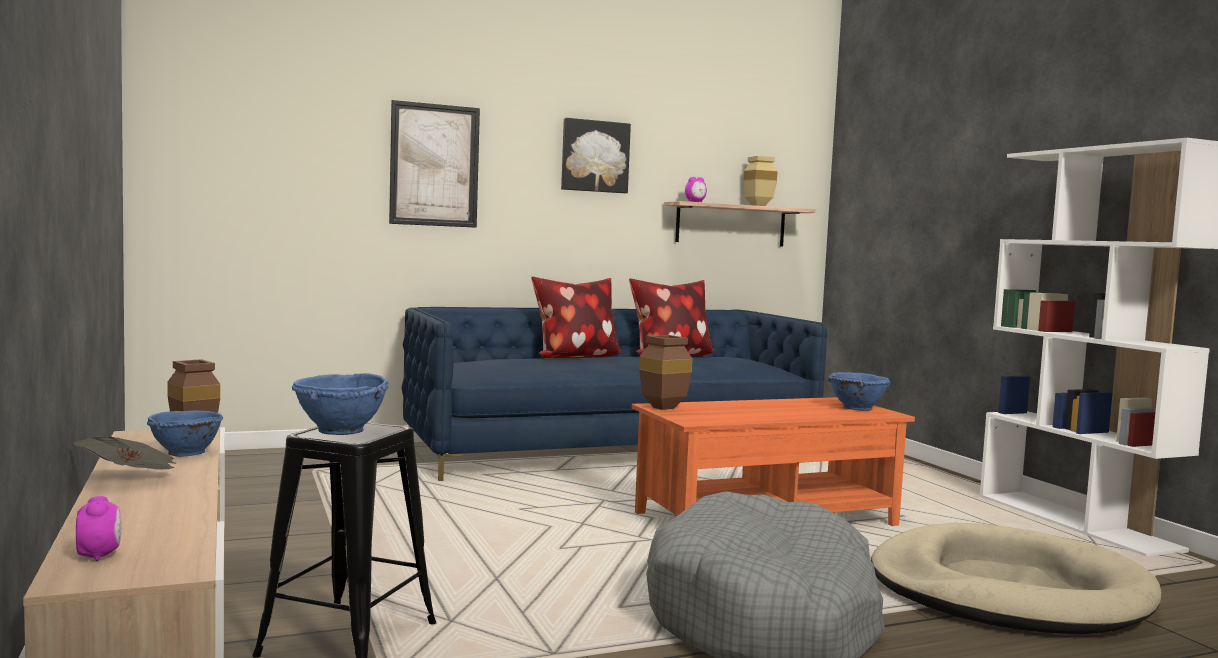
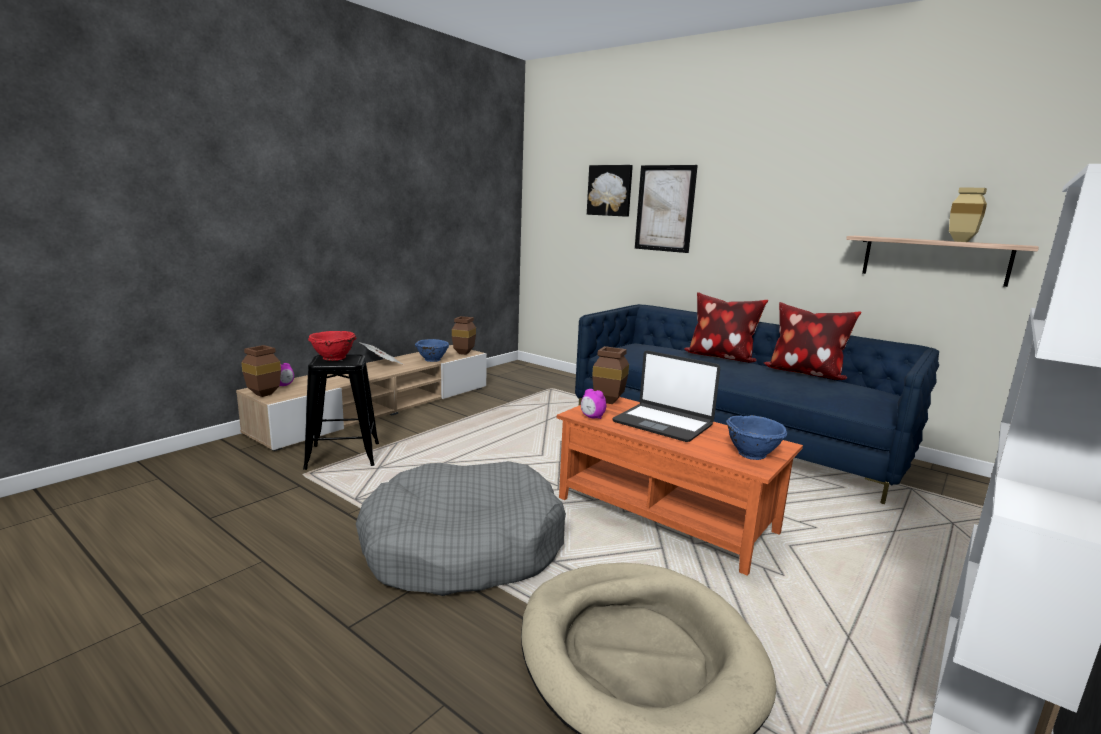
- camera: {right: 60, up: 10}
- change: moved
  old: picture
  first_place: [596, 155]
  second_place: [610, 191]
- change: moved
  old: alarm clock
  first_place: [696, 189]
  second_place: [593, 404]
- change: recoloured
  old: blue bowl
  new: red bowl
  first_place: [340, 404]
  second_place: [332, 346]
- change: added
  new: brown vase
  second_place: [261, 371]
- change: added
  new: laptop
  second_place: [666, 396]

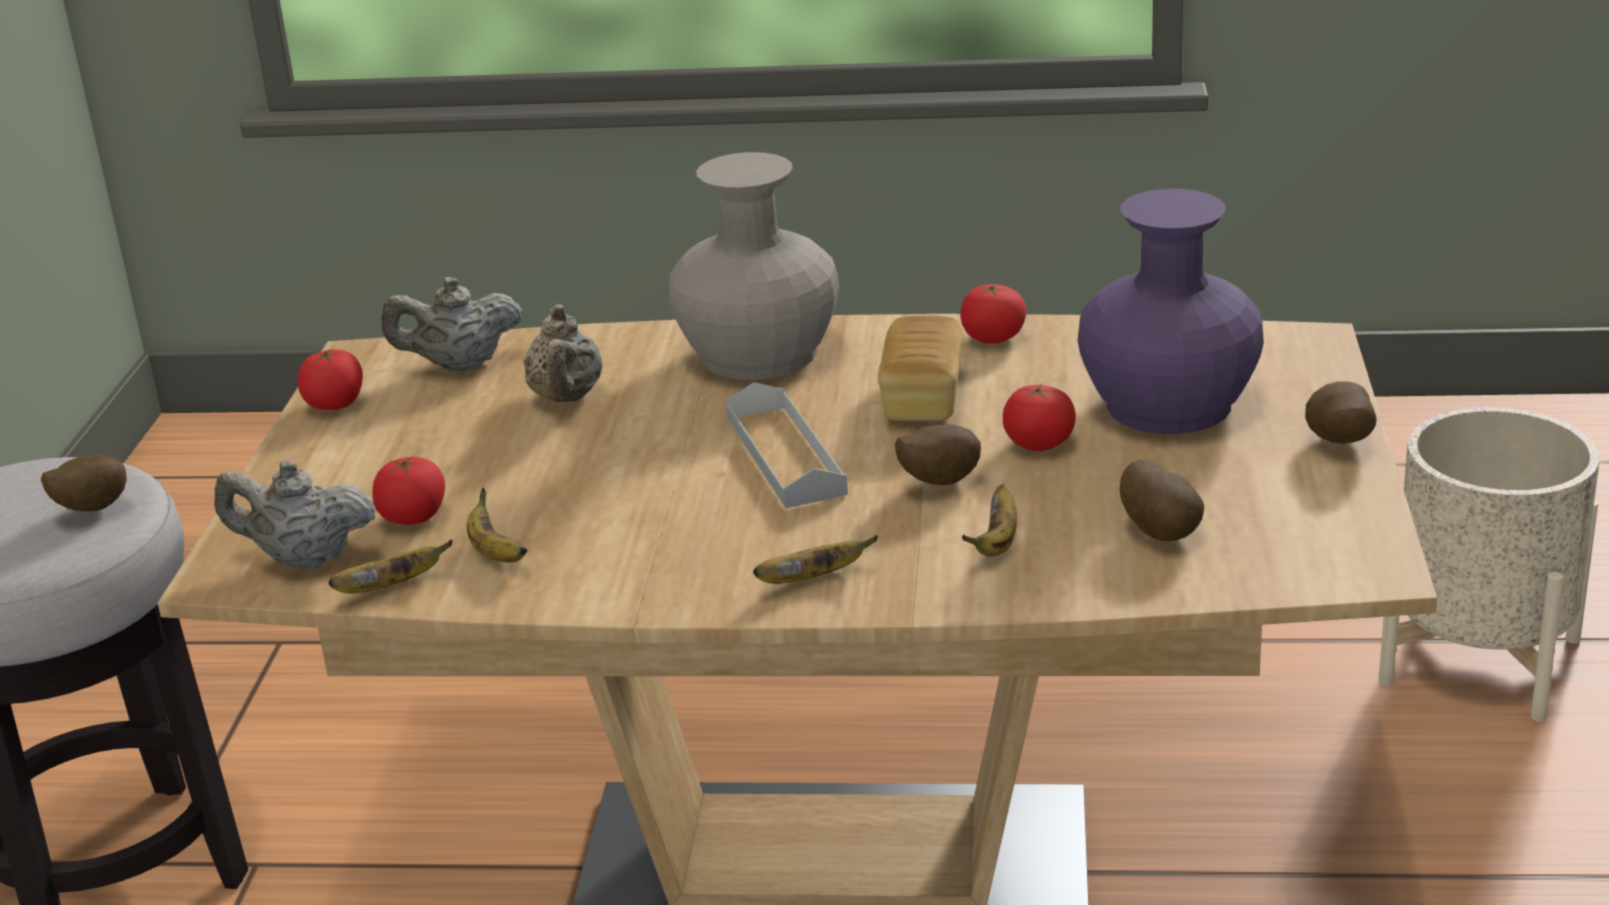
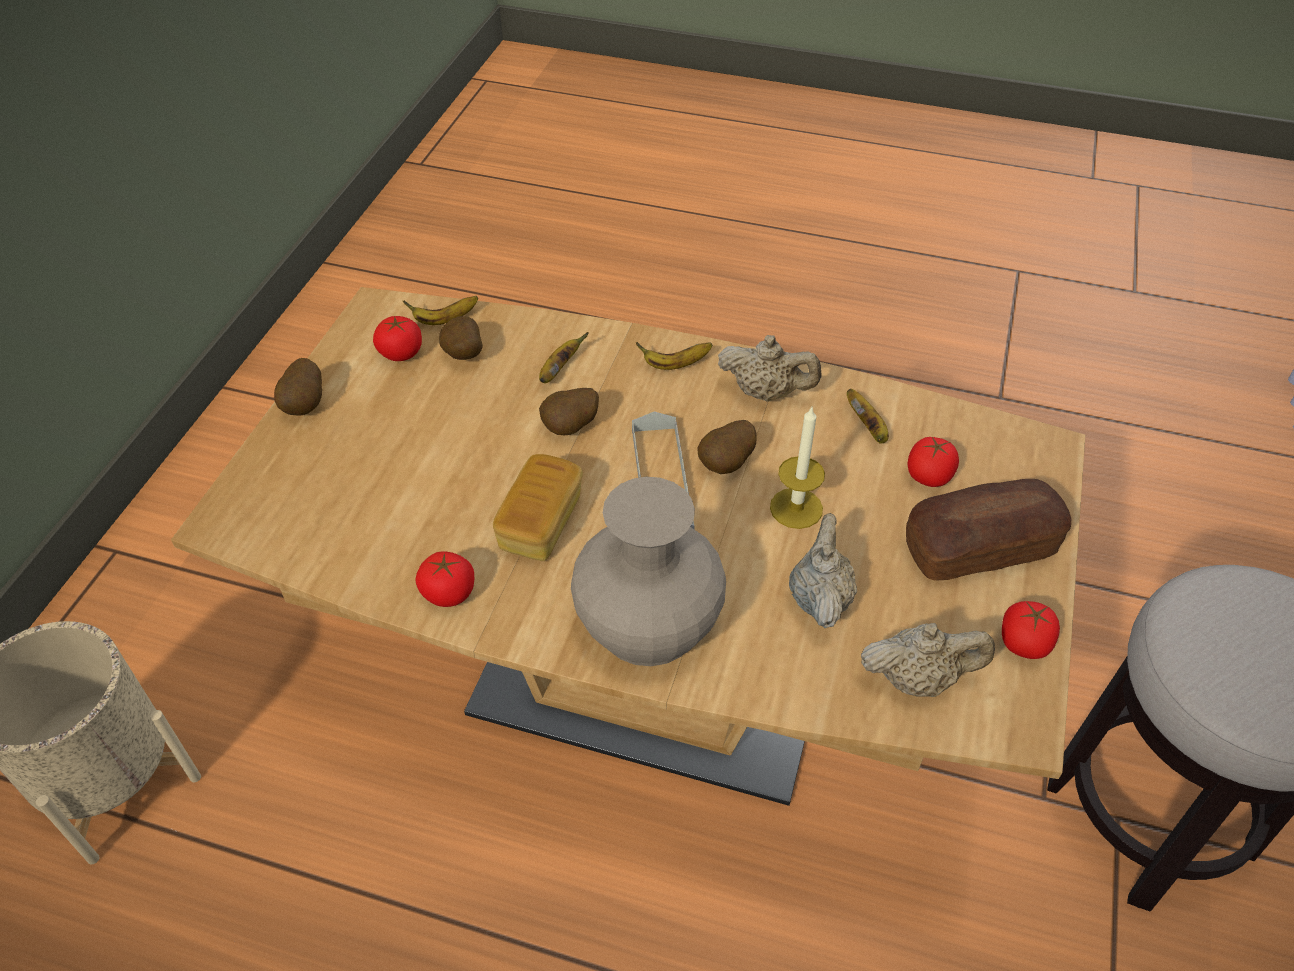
- camera: {right: -170, up: 20}
- change: removed
  old: purple vase
  first_place: [1171, 311]
- change: moved
  old: tomato
  first_place: [1039, 417]
  second_place: [397, 338]
- change: moved
  old: potato
  first_place: [84, 482]
  second_place: [727, 447]
- change: moved
  old: beige teapot
  first_place: [295, 514]
  second_place: [770, 368]
- change: moved
  old: banana
  first_place: [391, 567]
  second_place: [440, 310]
- change: added
  new: candle
  second_place: [797, 468]
- change: added
  new: bread
  second_place: [988, 530]

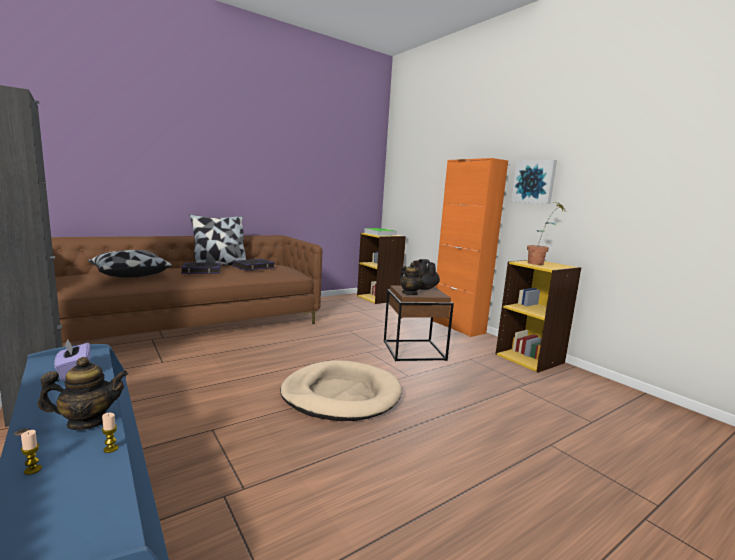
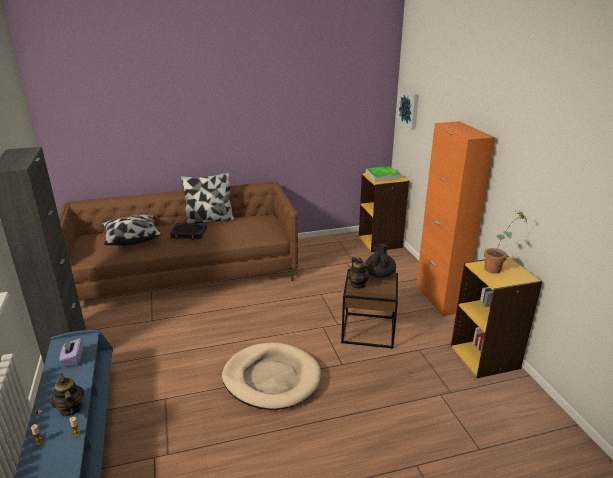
- camera: {right: 20, up: 15}
- change: moved
  old: picture
  first_place: [534, 182]
  second_place: [408, 109]
- change: removed
  old: book
  first_place: [254, 265]
- change: turned
  old: teapot
  first_place: [82, 393]
  second_place: [67, 395]
  degrees: -120

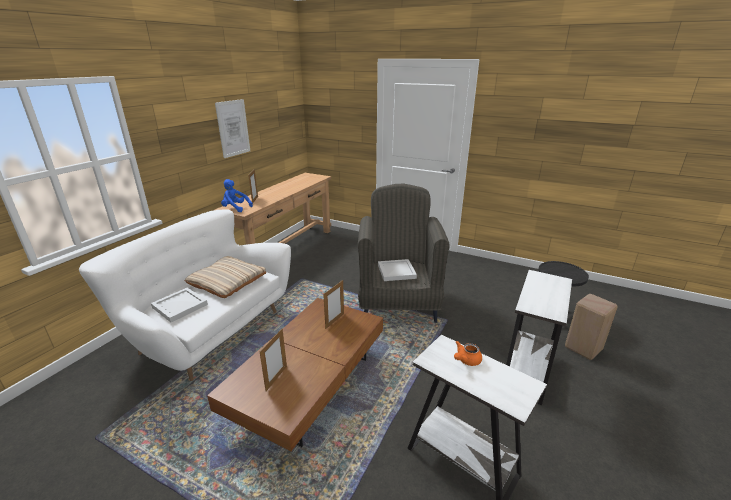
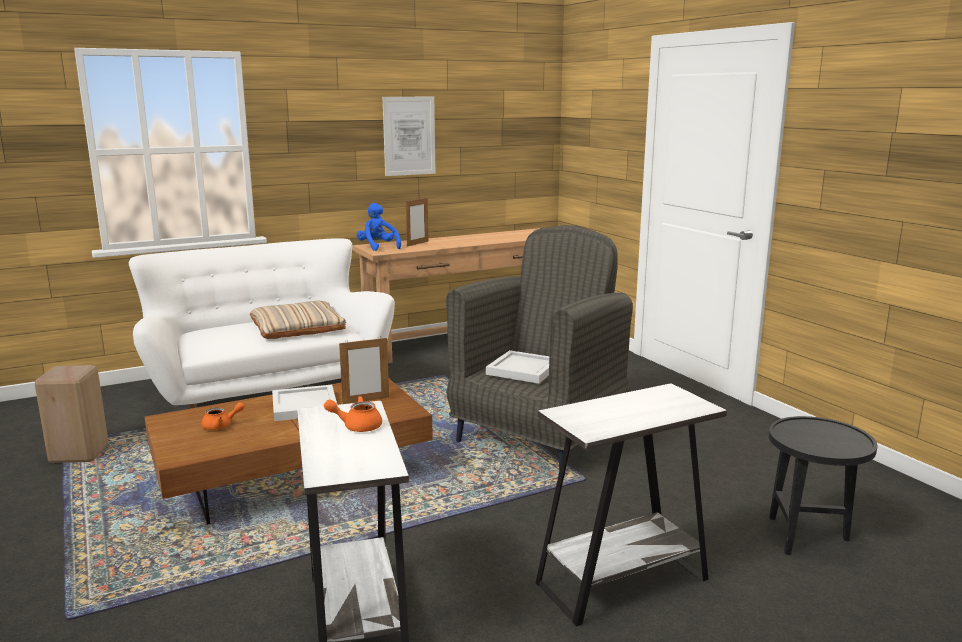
- camera: {right: 35, up: -10}
- change: moved
  old: white tray
  first_place: [179, 305]
  second_place: [304, 403]
- change: moved
  old: beige stool
  first_place: [591, 327]
  second_place: [71, 414]
- change: replaced
  old: picture frame
  new: orange teapot
  first_place: [273, 360]
  second_place: [223, 416]

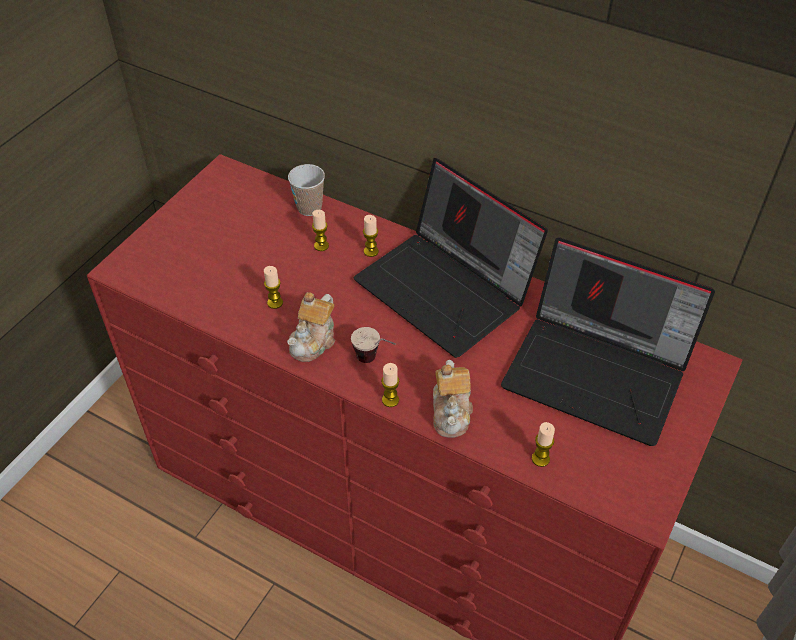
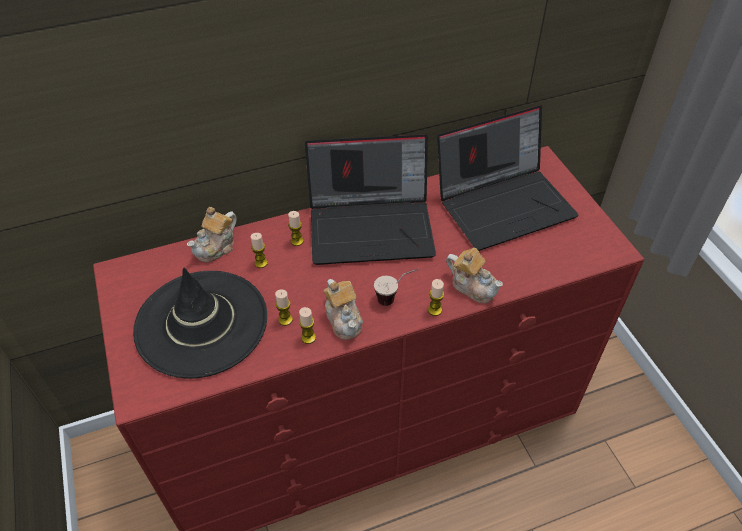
- camera: {right: -50, up: 0}
- change: replaced
  old: cup
  new: teapot
  first_place: [306, 190]
  second_place: [212, 234]
- change: moved
  old: candle
  first_place: [543, 444]
  second_place: [307, 325]
- change: added
  new: black hat
  second_place: [200, 322]

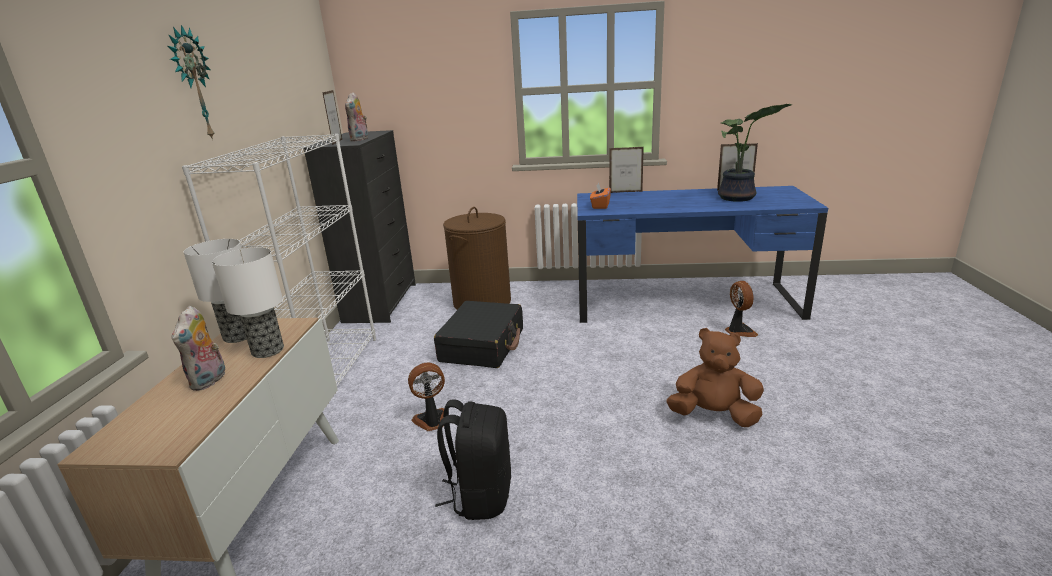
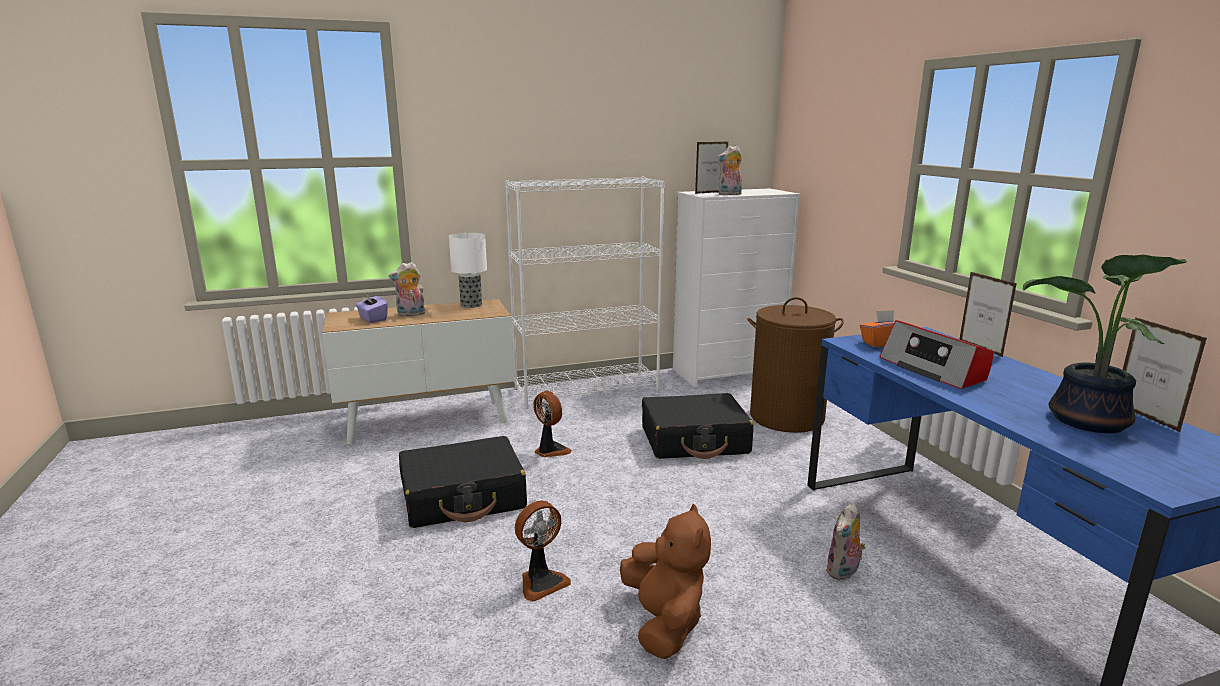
- camera: {right: 65, up: -5}
- change: removed
  old: wall clock
  first_place: [191, 82]
- change: recoloured
  old: black dresser
  new: white dresser
  first_place: [360, 226]
  second_place: [737, 287]
- change: removed
  old: table lamp
  first_place: [248, 302]
- change: moved
  old: fan
  first_place: [741, 309]
  second_place: [543, 551]
- change: replaced
  old: black backpack
  new: black suitcase
  first_place: [473, 459]
  second_place: [463, 482]
- change: added
  new: purple tissue box
  second_place: [372, 308]
- change: added
  new: radio
  second_place: [936, 354]
- change: added
  new: plush toy
  second_place: [845, 541]

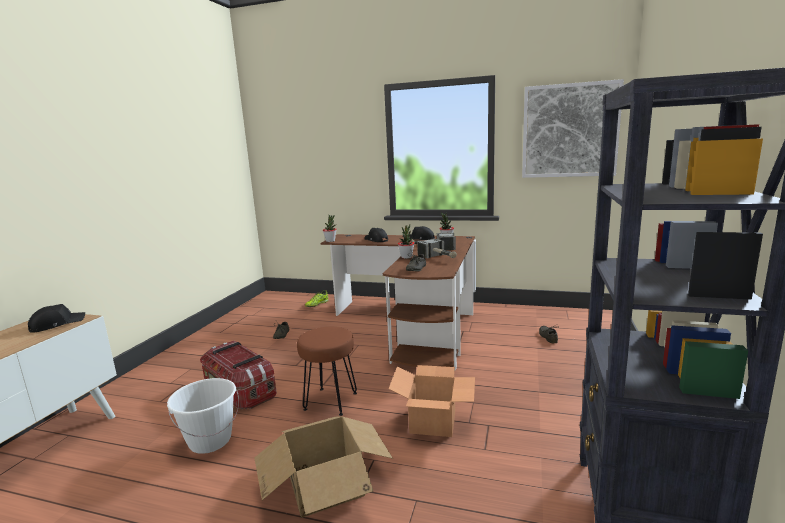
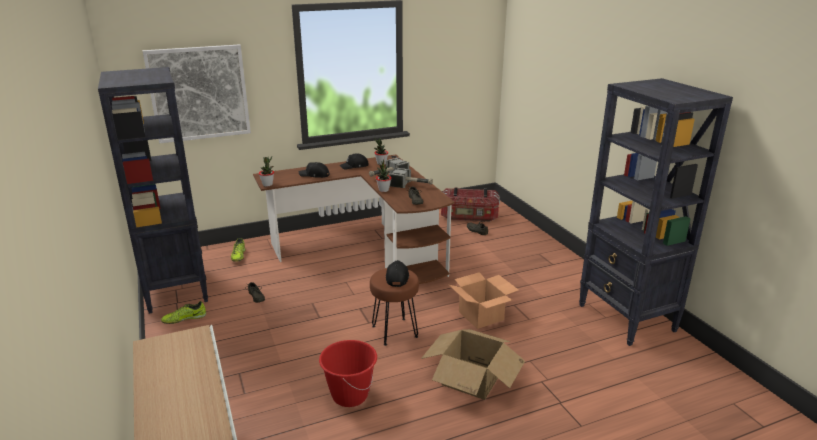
- camera: {right: -40, up: 10}
- change: moved
  old: picture
  first_place: [573, 128]
  second_place: [197, 93]
- change: moved
  old: black cap
  first_place: [56, 318]
  second_place: [397, 273]
- change: moved
  old: storage box
  first_place: [238, 374]
  second_place: [470, 204]
- change: recoloured
  old: white bucket
  new: red bucket
  first_place: [203, 416]
  second_place: [348, 373]
- change: added
  new: black bookcase
  second_place: [153, 190]
- change: added
  new: shoe
  second_place: [183, 312]

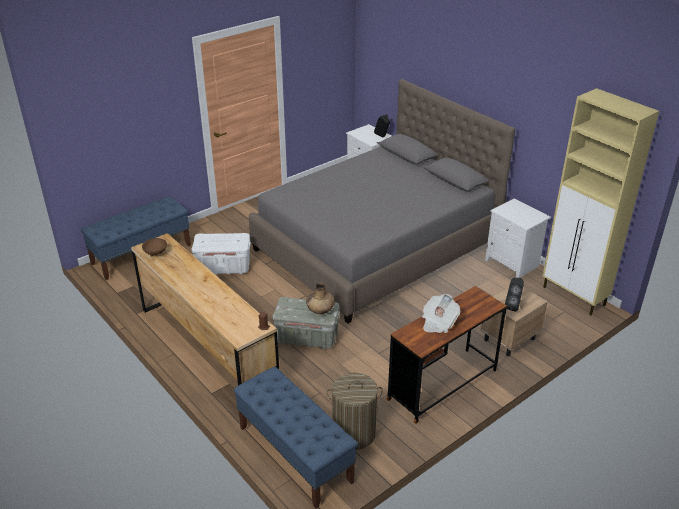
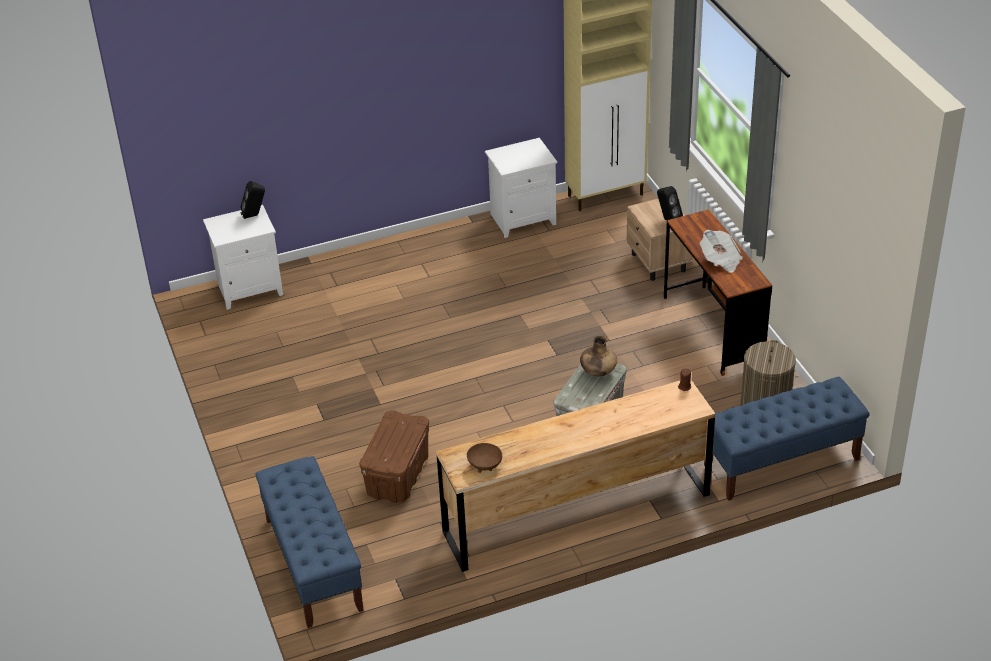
- camera: {right: -70, up: 5}
- change: removed
  old: grey bed
  first_place: [382, 201]
- change: recoloured
  old: white storage box
  new: brown storage box
  first_place: [221, 254]
  second_place: [394, 456]

